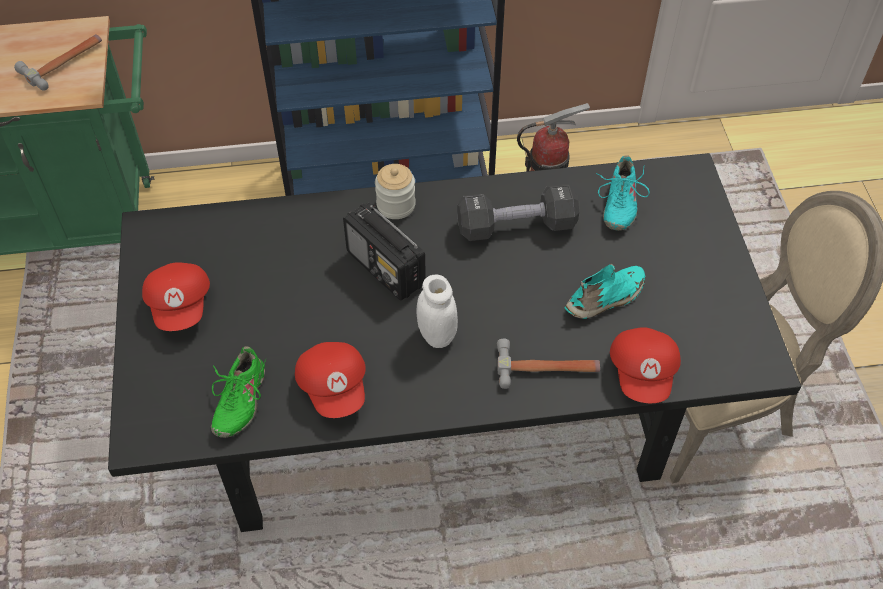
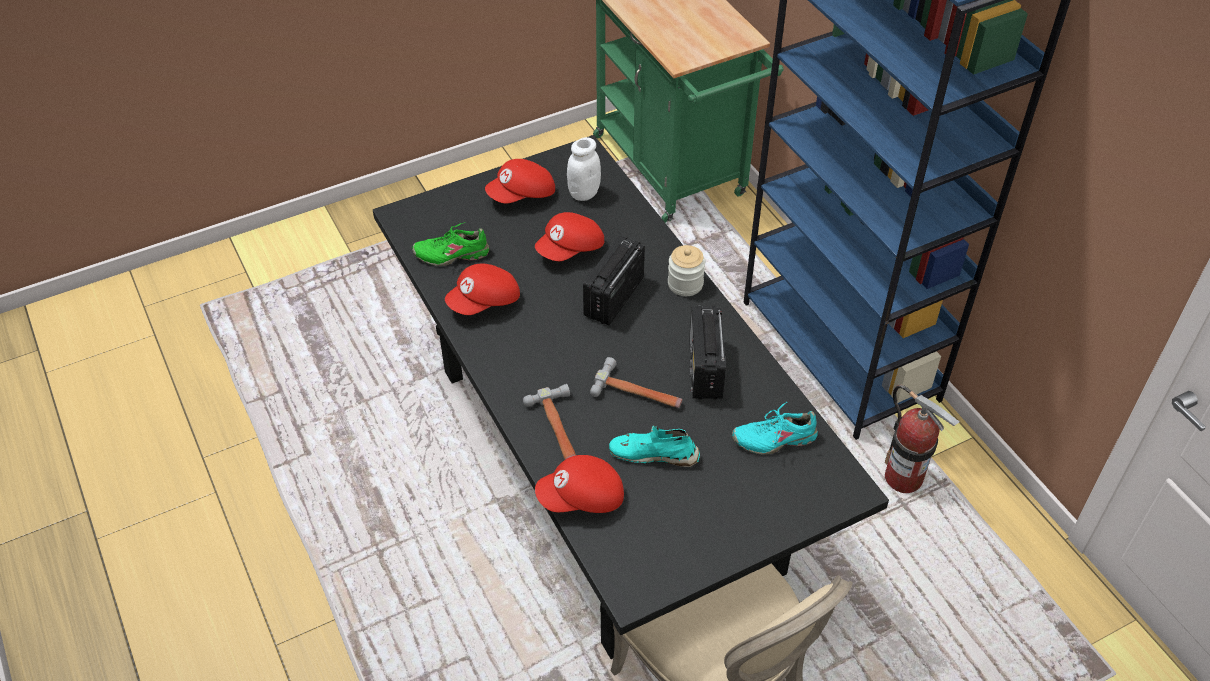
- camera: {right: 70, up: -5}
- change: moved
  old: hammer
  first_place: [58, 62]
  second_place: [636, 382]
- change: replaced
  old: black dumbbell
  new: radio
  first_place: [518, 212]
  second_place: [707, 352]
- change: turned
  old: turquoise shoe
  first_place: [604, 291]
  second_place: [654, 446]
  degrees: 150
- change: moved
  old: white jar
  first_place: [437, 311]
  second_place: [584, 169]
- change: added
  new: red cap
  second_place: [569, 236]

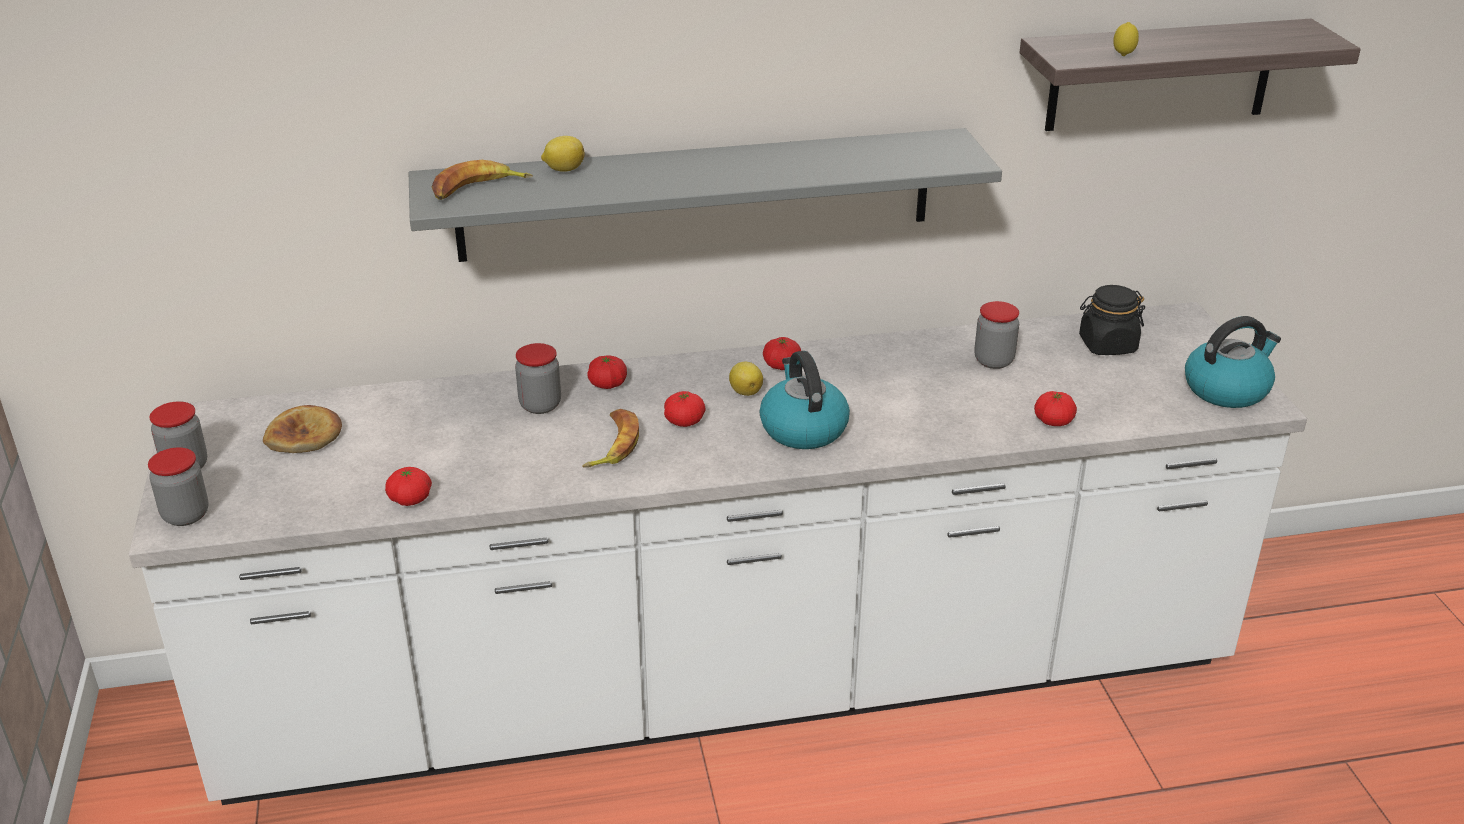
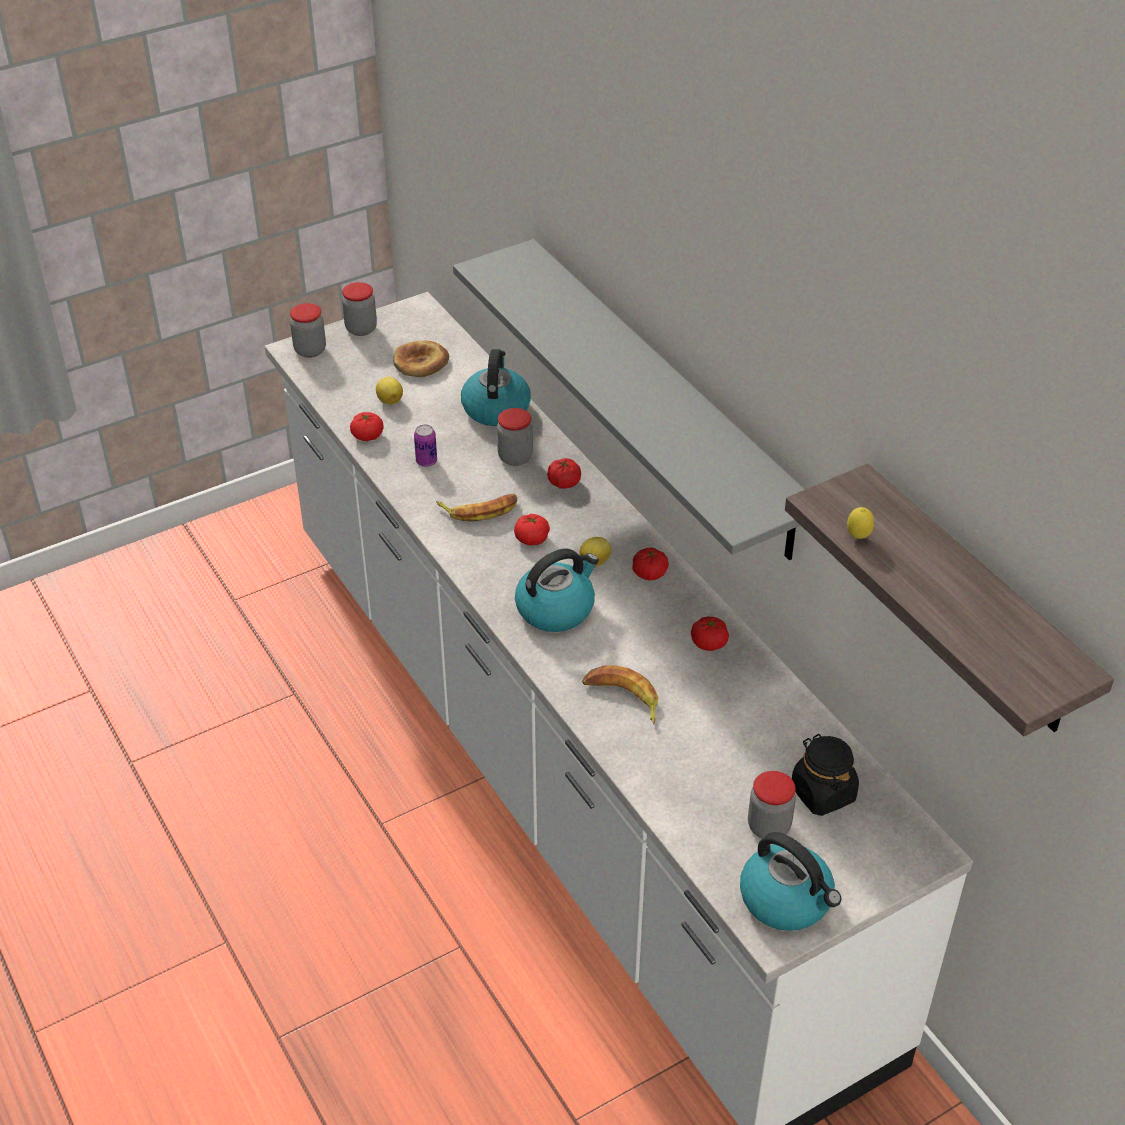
- camera: {right: 70, up: 10}
- change: moved
  old: lemon
  first_place: [563, 154]
  second_place: [389, 391]
- change: moved
  old: banana
  first_place: [482, 180]
  second_place: [620, 695]
- change: moved
  old: jar
  first_place: [996, 335]
  second_place: [772, 805]
- change: moved
  old: tomato
  first_place: [1055, 408]
  second_place: [710, 634]
- change: added
  new: kettle
  second_place: [496, 387]
- change: added
  new: can
  second_place: [425, 446]

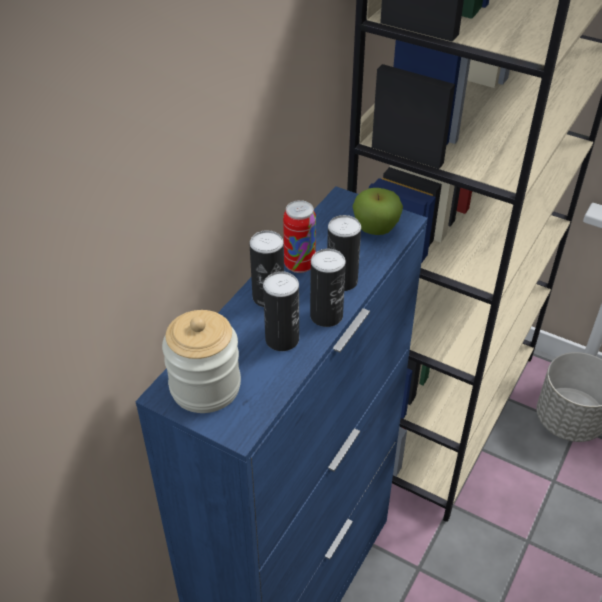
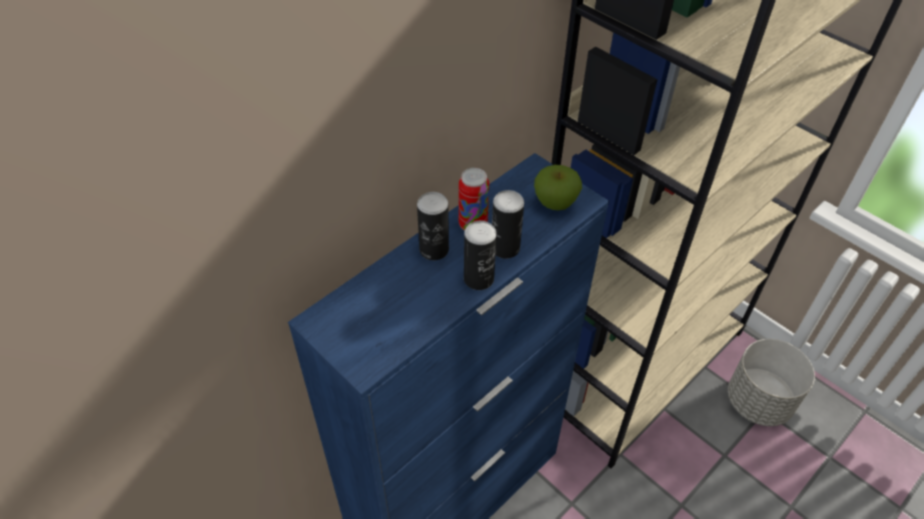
- camera: {right: 15, up: 5}
- change: removed
  old: can
  first_place: [281, 311]
- change: removed
  old: jar
  first_place: [201, 361]

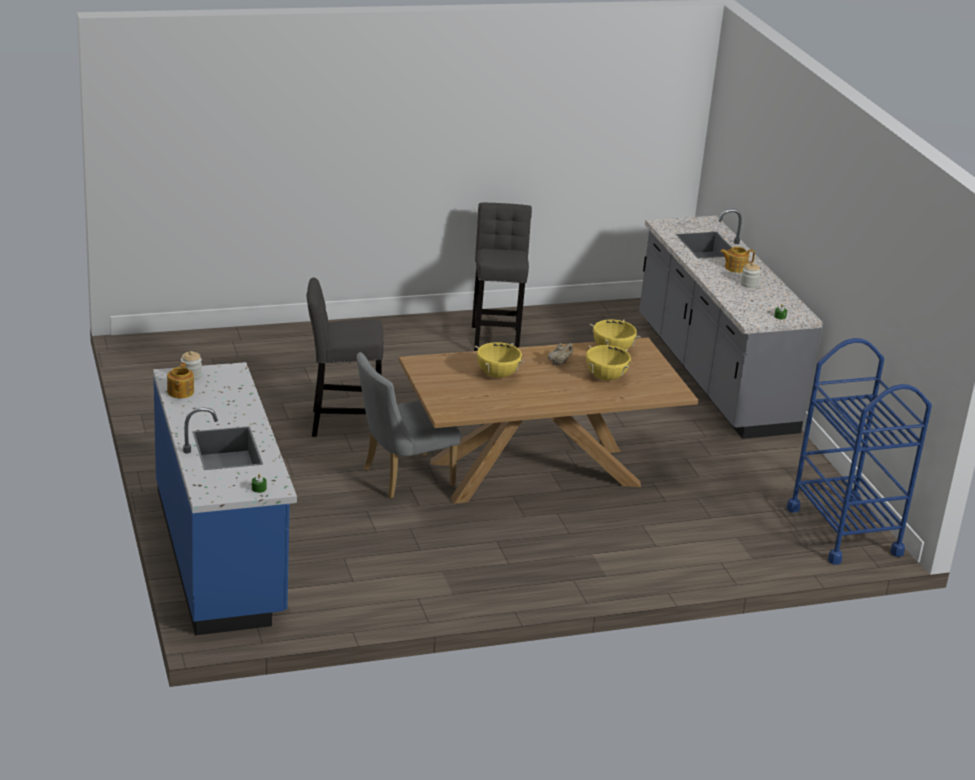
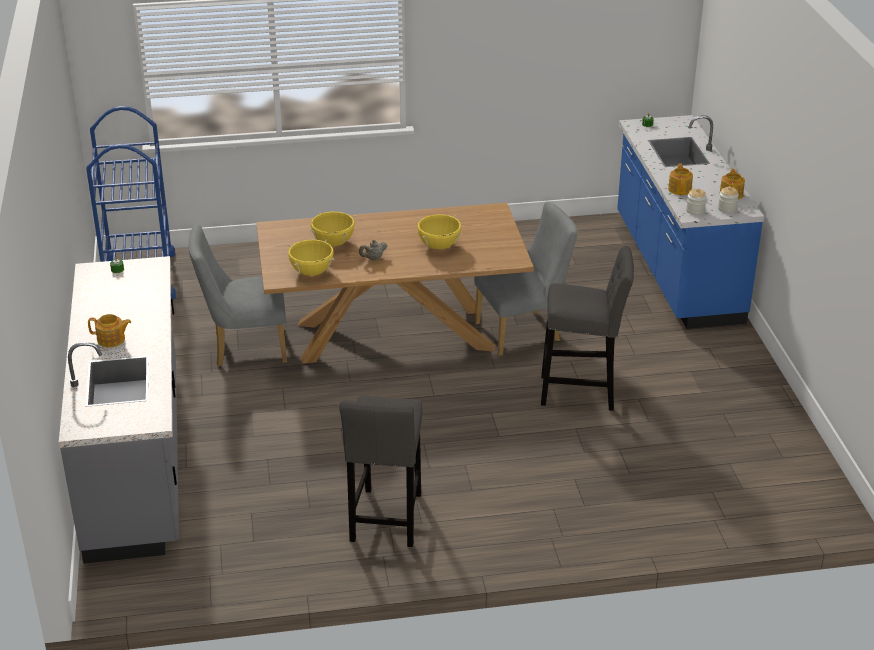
- camera: {right: -170, up: 5}
- change: moved
  old: jar
  first_place: [751, 275]
  second_place: [696, 201]
- change: added
  new: teapot
  second_place: [680, 179]
- change: added
  new: grey chair
  second_place: [237, 295]

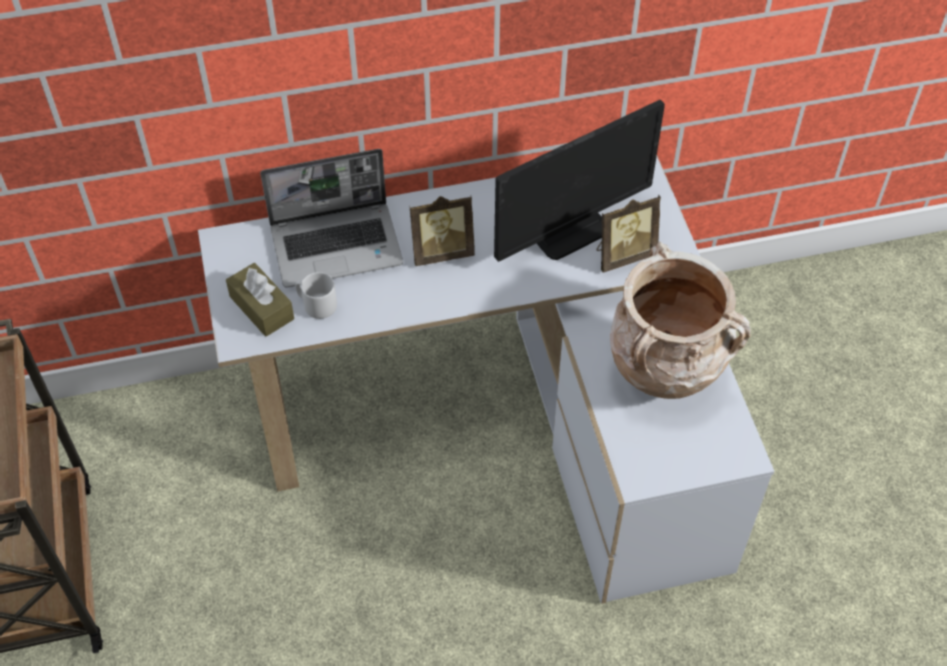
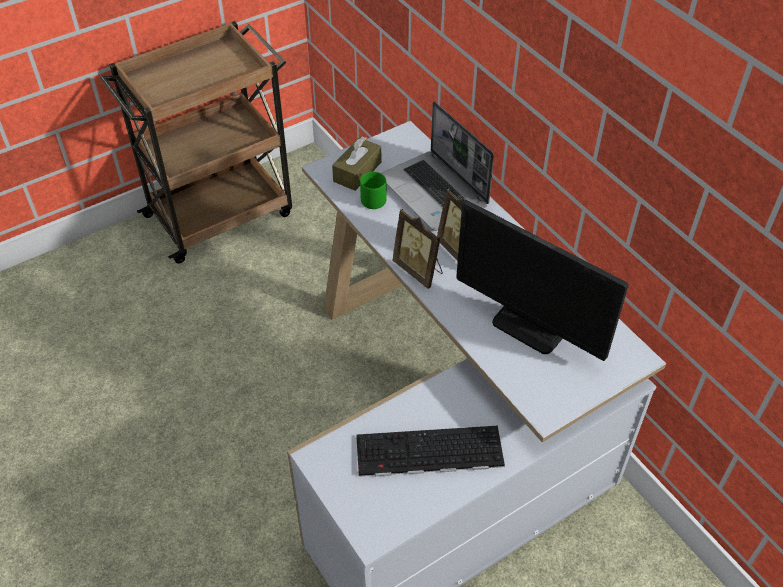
- camera: {right: 70, up: -5}
- change: moved
  old: picture frame
  first_place: [629, 234]
  second_place: [417, 248]
- change: replaced
  old: beige vase
  new: keyboard
  first_place: [680, 320]
  second_place: [430, 451]
- change: recoloured
  old: grey mug
  new: green mug
  first_place: [316, 295]
  second_place: [373, 190]

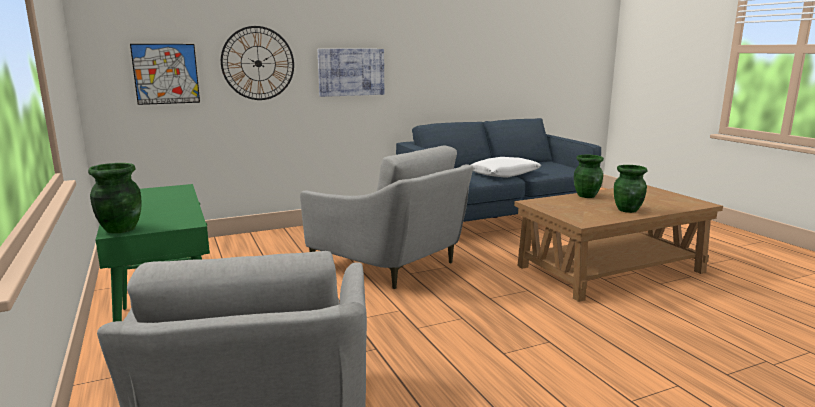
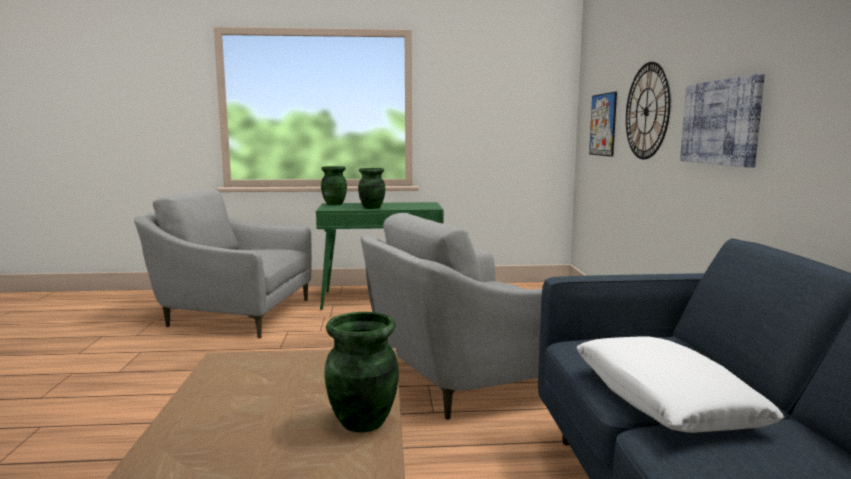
- camera: {right: 110, up: -5}
- change: moved
  old: green vase
  first_place: [631, 189]
  second_place: [371, 188]

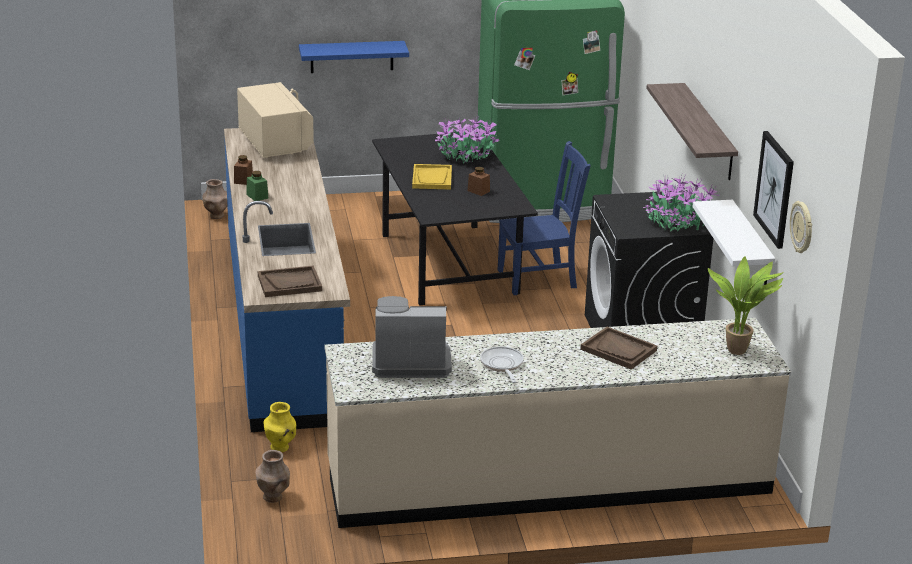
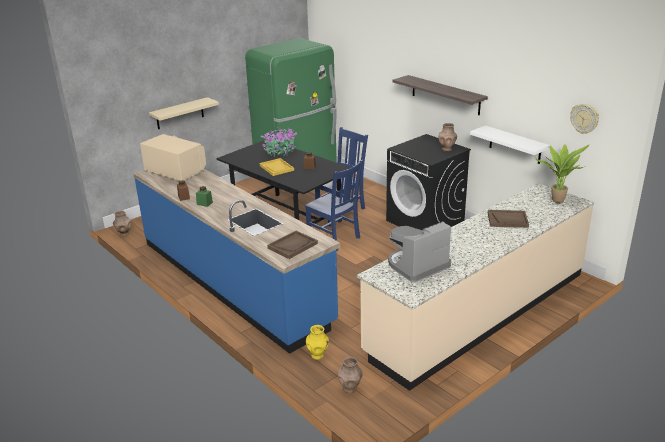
- camera: {right: -30, up: 0}
- change: recoloured
  old: blue shelf
  new: beige shelf
  first_place: [354, 57]
  second_place: [184, 113]
- change: removed
  old: picture
  first_place: [773, 190]
- change: replaced
  old: potted plant
  new: brown vase
  first_place: [681, 203]
  second_place: [448, 137]
- change: removed
  old: frying pan
  first_place: [502, 364]
- change: added
  new: blue chair
  second_place: [334, 205]

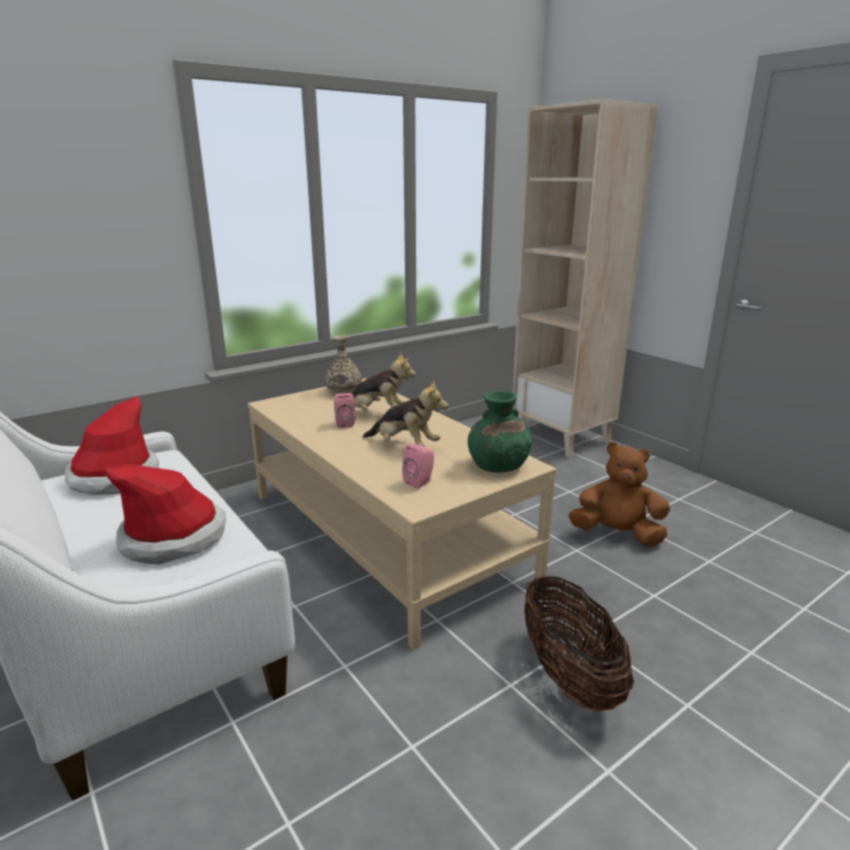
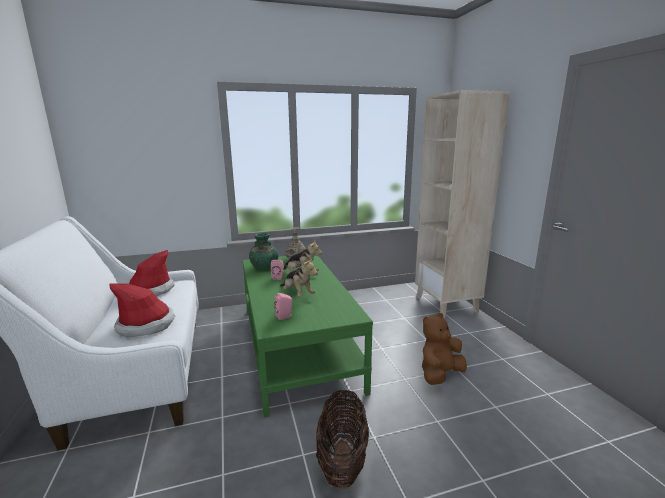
- camera: {right: 20, up: -5}
- change: recoloured
  old: beige coffee table
  new: green coffee table
  first_place: [402, 514]
  second_place: [307, 336]
- change: moved
  old: green vase
  first_place: [500, 432]
  second_place: [263, 251]
- change: turned
  old: brown plush toy
  first_place: [619, 494]
  second_place: [444, 349]
  degrees: -75

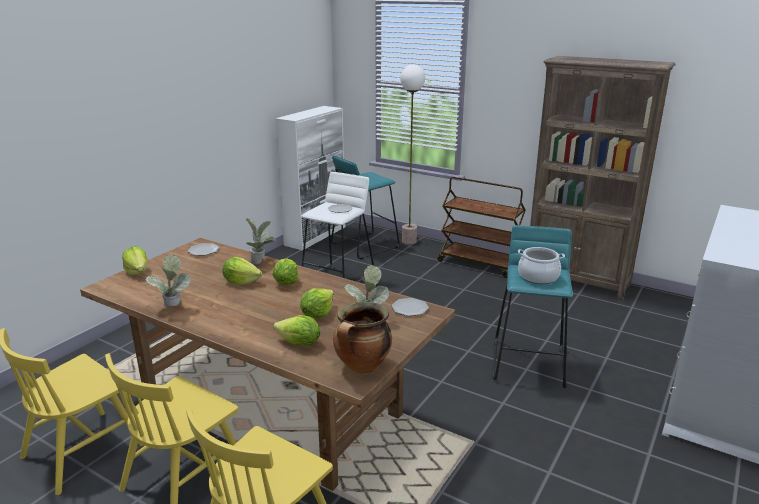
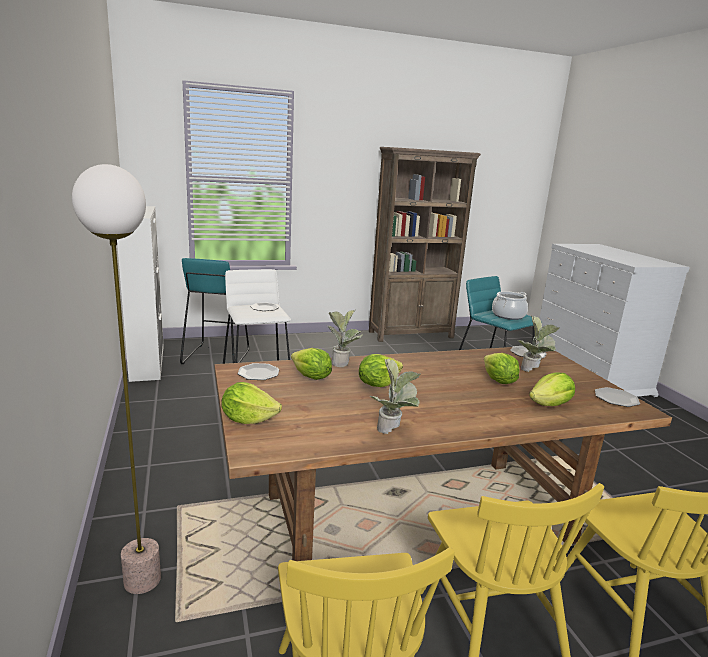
- camera: {right: -50, up: -5}
- change: moved
  old: floor lamp
  first_place: [412, 154]
  second_place: [116, 379]
- change: removed
  old: brown cart
  first_place: [482, 227]
- change: moved
  old: lettuce
  first_place: [286, 272]
  second_place: [311, 364]
- change: replaced
  old: cooking pot
  new: plate
  first_place: [362, 338]
  second_place: [617, 397]

